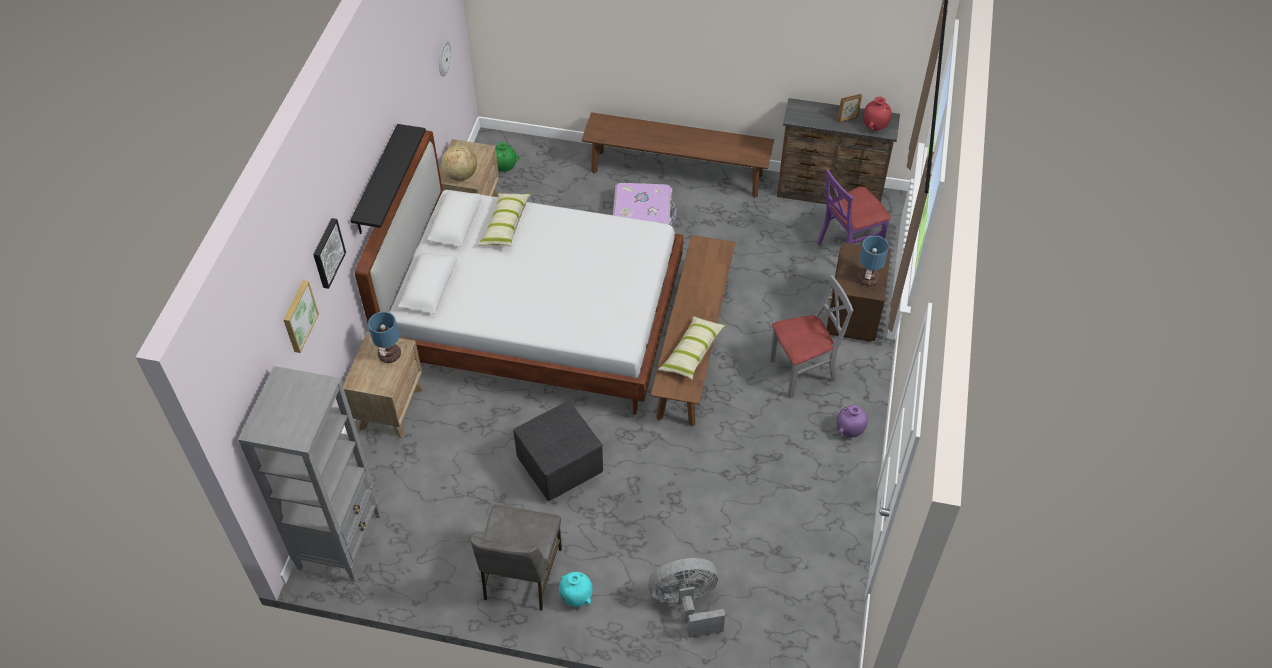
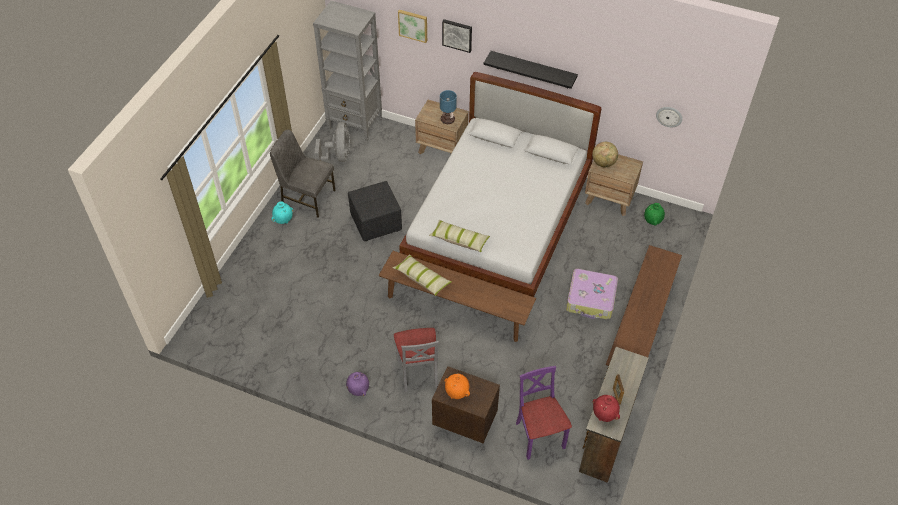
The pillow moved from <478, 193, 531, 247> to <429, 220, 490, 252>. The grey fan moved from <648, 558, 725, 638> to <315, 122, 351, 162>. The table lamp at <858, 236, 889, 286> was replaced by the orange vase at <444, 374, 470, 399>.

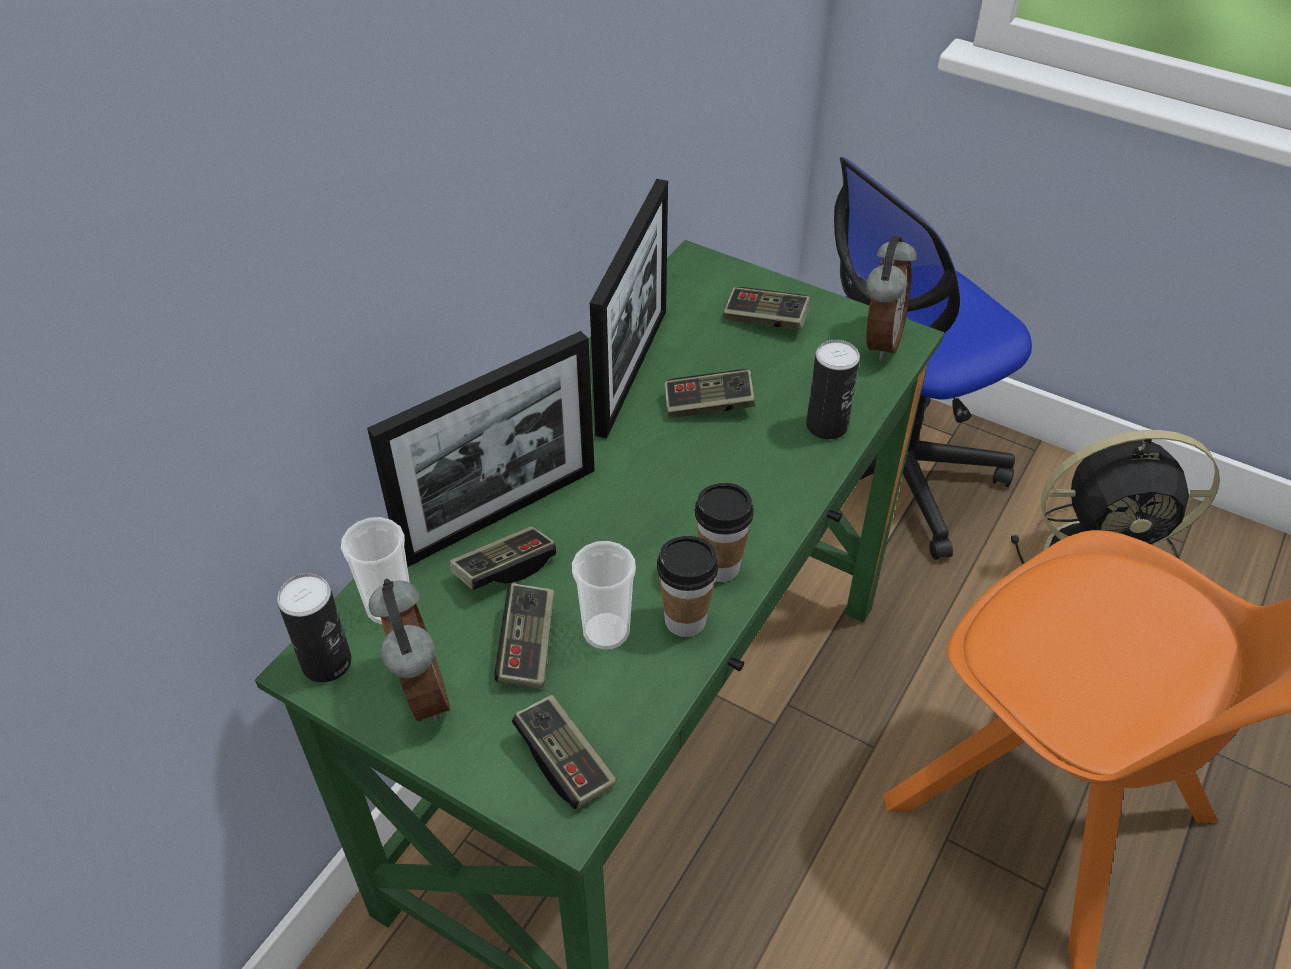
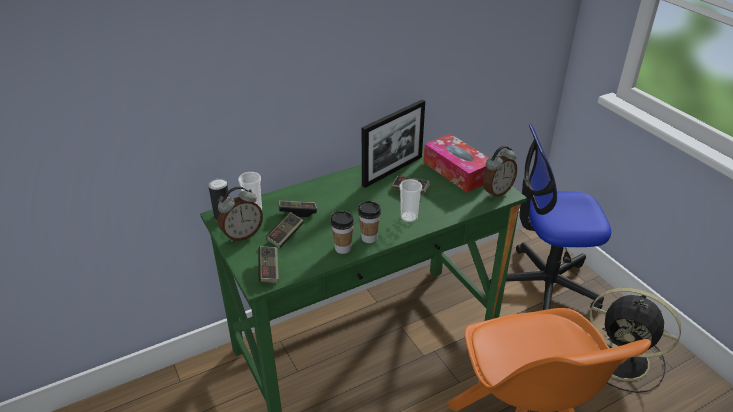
The picture frame at <367, 331, 595, 567> disappeared. The can at <806, 340, 860, 440> disappeared. The cup moved from <572, 541, 636, 650> to <399, 179, 422, 222>. The game controller at <723, 287, 811, 330> was replaced by the tissue box at <423, 134, 489, 193>. The alarm clock at <369, 579, 450, 722> turned 45 degrees clockwise.

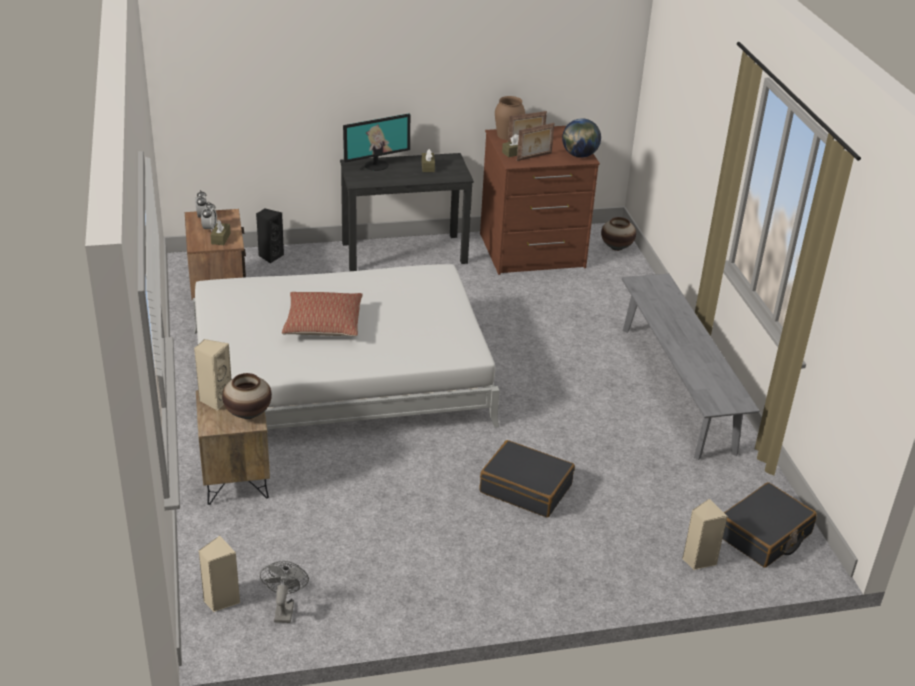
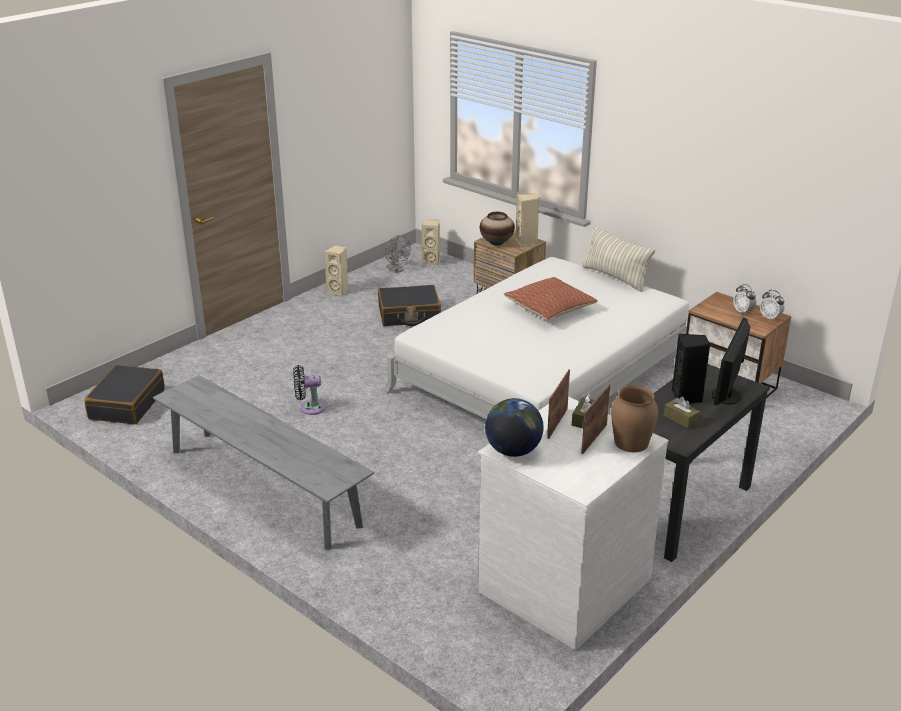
The brown tissue box at <210, 220, 231, 245> disappeared. The vase at <601, 217, 636, 251> disappeared. The black fan at <293, 365, 326, 415> appeared. The pillow at <582, 226, 655, 292> appeared. The black speaker moved from <256, 208, 284, 264> to <672, 333, 710, 404>. The black suitcase moved from <479, 440, 575, 517> to <378, 285, 441, 326>. The beige speaker moved from <682, 499, 728, 570> to <324, 245, 348, 295>. The brown dresser at <480, 126, 600, 275> became the white dresser at <478, 397, 669, 650>.

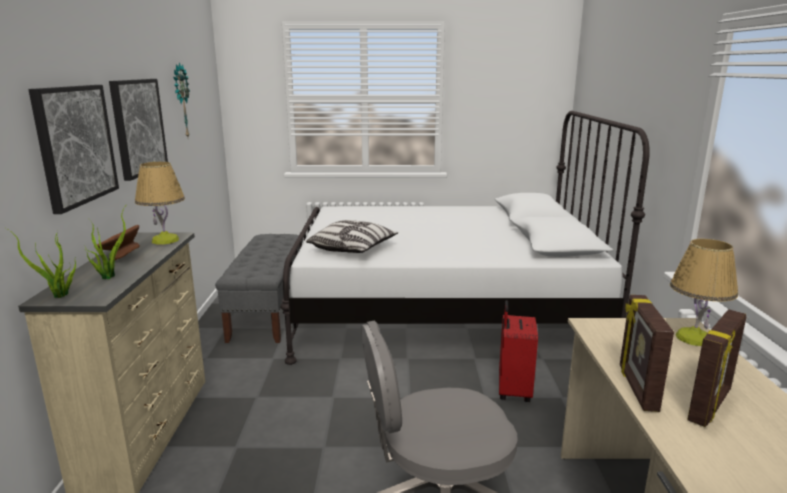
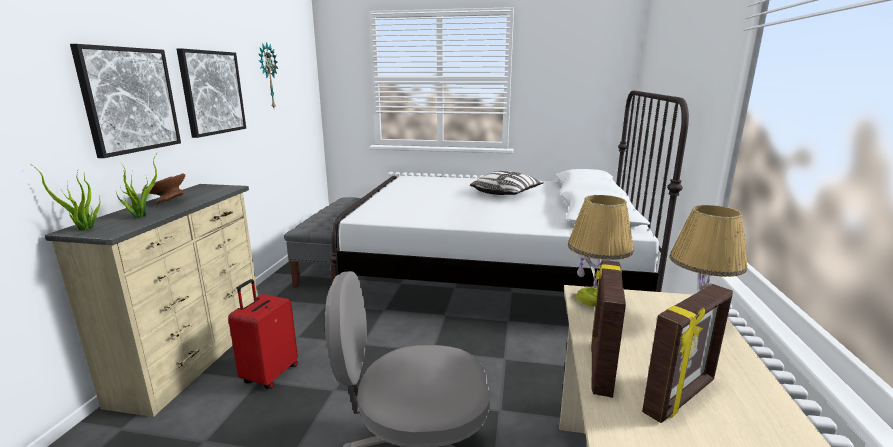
The table lamp moved from <135, 161, 185, 244> to <568, 195, 634, 307>. The pillow moved from <306, 220, 398, 253> to <470, 170, 544, 195>. The red suitcase moved from <499, 300, 538, 402> to <228, 279, 298, 389>.

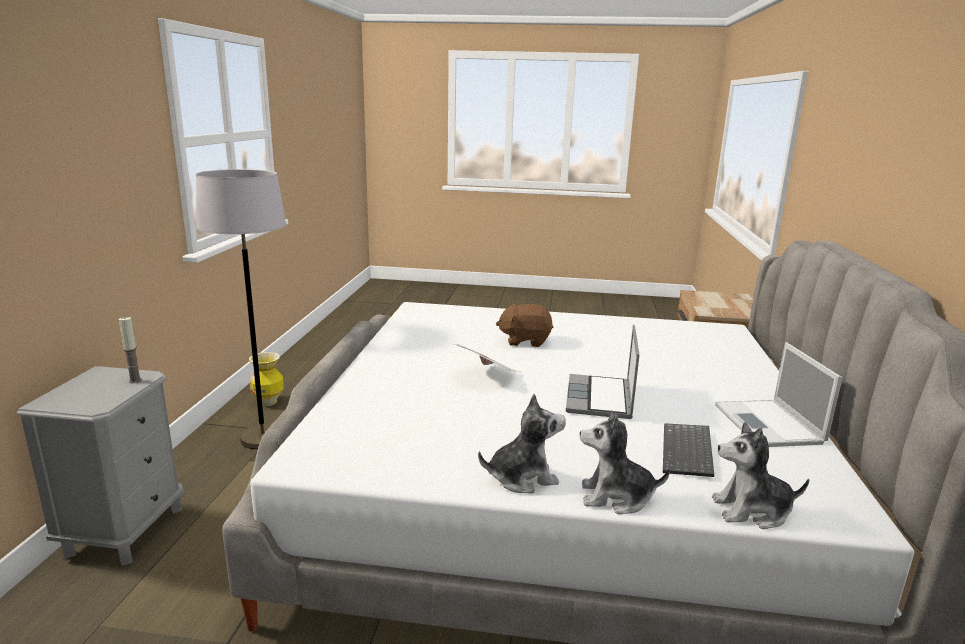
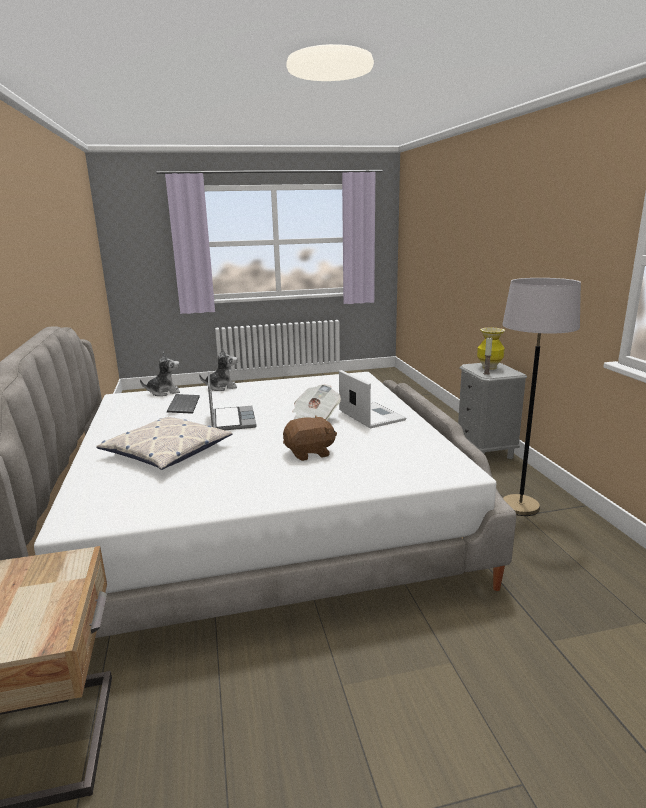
The plush toy at <478, 394, 566, 493> disappeared. The pillow at <96, 417, 233, 470> appeared. The vase moved from <249, 352, 284, 406> to <477, 327, 505, 370>. The laptop moved from <715, 342, 842, 447> to <339, 370, 406, 428>.

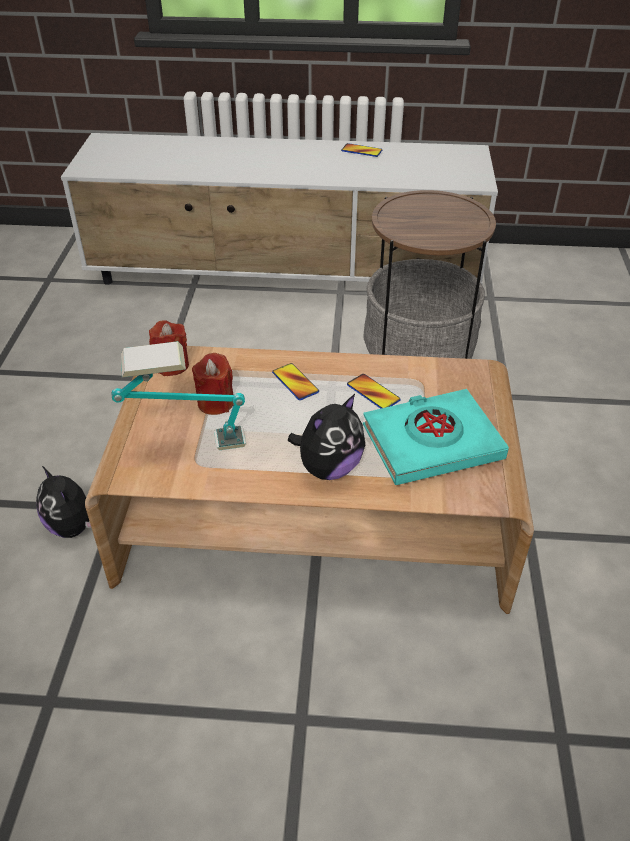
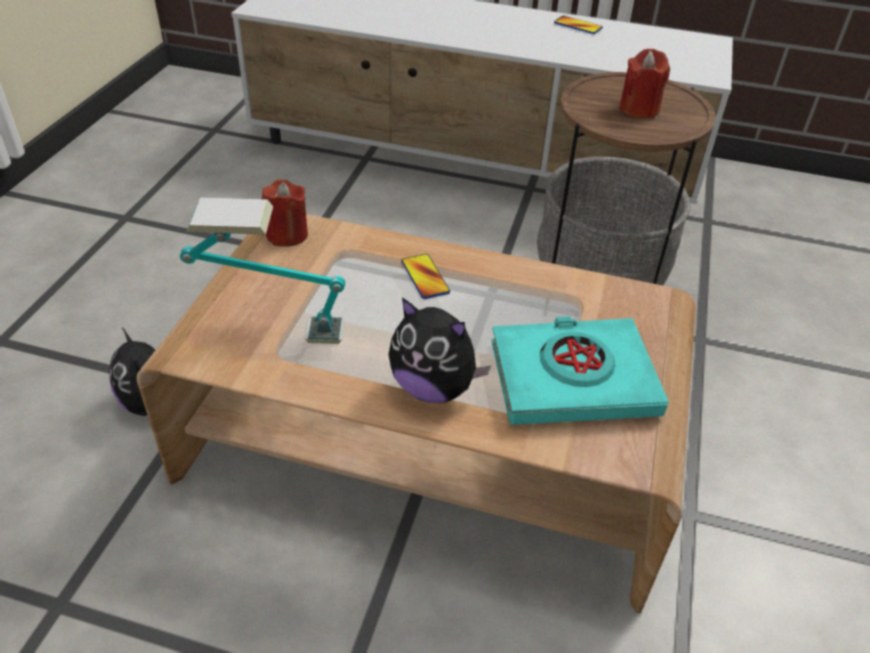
The phone at <347, 374, 401, 409> disappeared. The red candle moved from <192, 353, 234, 415> to <619, 49, 670, 118>. The plush toy at <288, 394, 365, 480> turned 60 degrees clockwise.

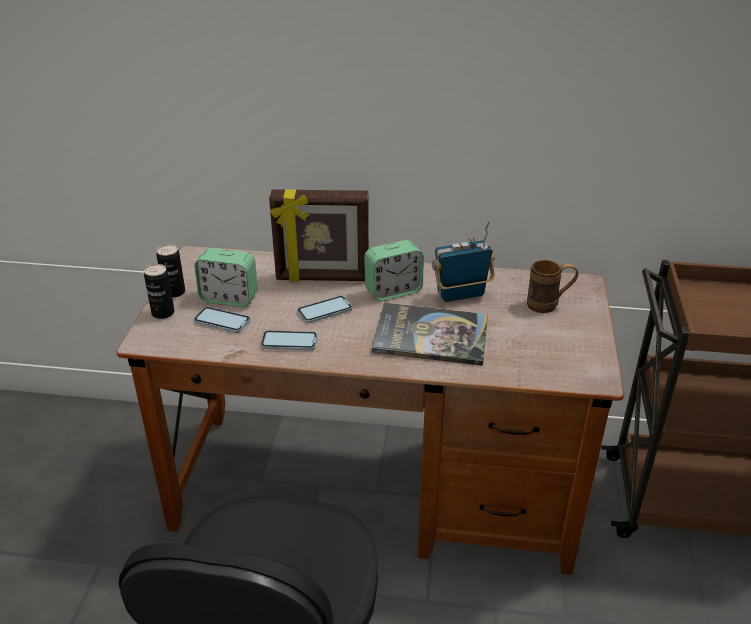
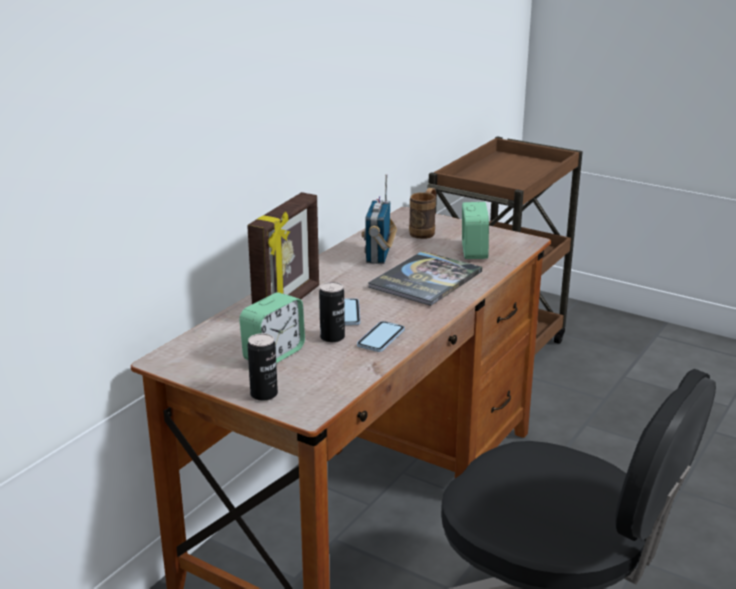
The phone at <194, 307, 250, 333> disappeared. The can moved from <156, 244, 185, 298> to <319, 282, 345, 343>. The alarm clock moved from <364, 240, 424, 301> to <462, 202, 489, 259>.

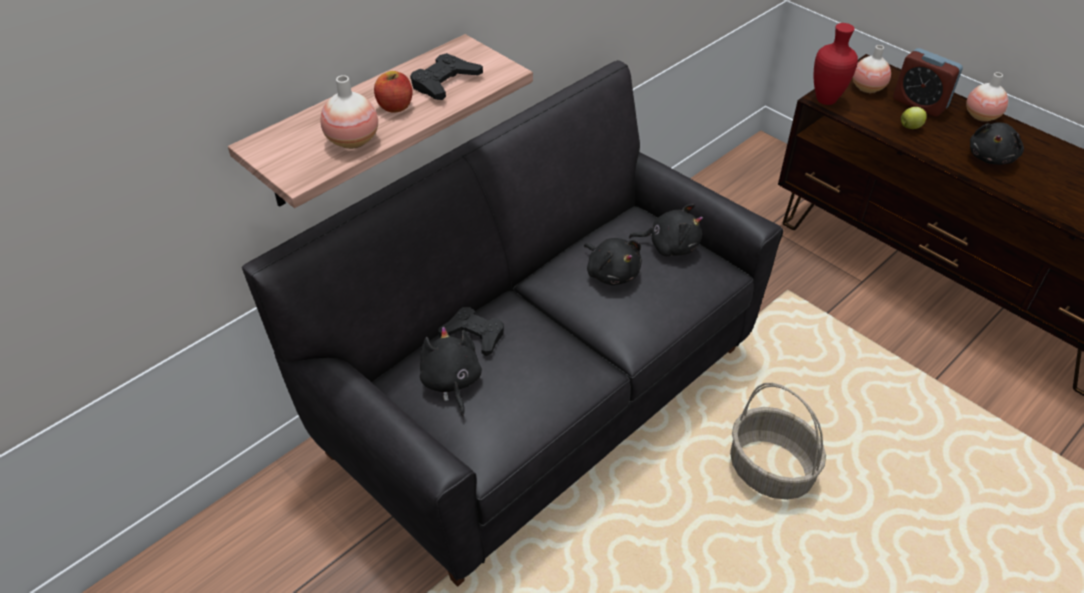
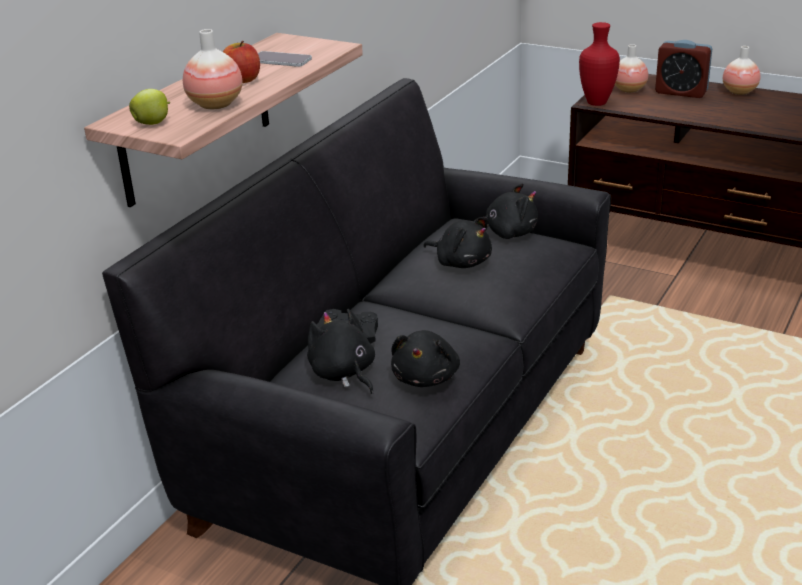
The basket at <730, 383, 826, 500> disappeared. The apple moved from <901, 107, 927, 129> to <129, 89, 170, 125>. The black plush toy moved from <970, 123, 1024, 165> to <391, 330, 460, 387>. The black game controller at <410, 53, 483, 100> was replaced by the phone at <258, 51, 312, 67>.

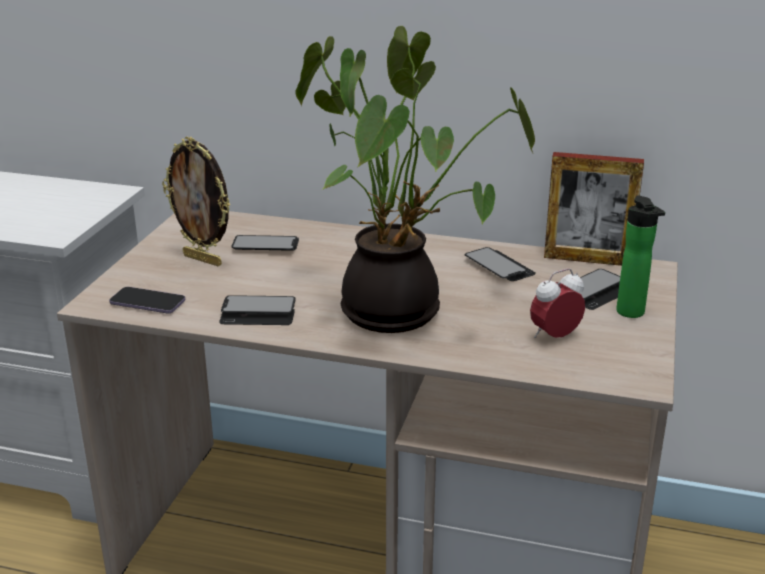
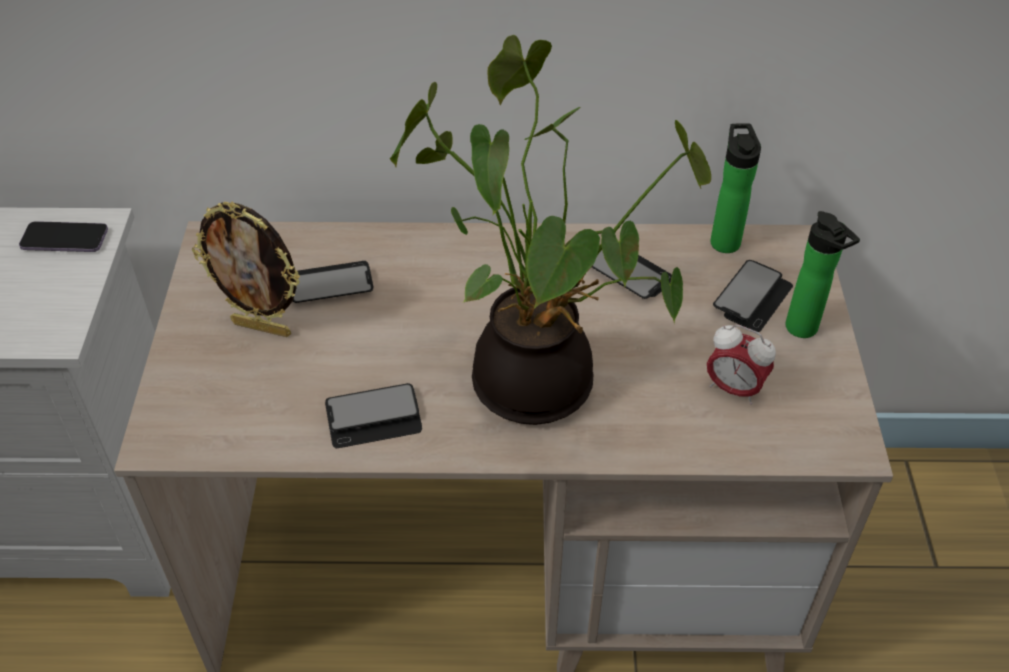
The phone moved from <109, 287, 185, 314> to <19, 221, 108, 252>. The picture frame at <544, 152, 644, 266> was replaced by the bottle at <710, 123, 761, 253>. The alarm clock at <530, 268, 585, 338> turned 105 degrees counterclockwise.

